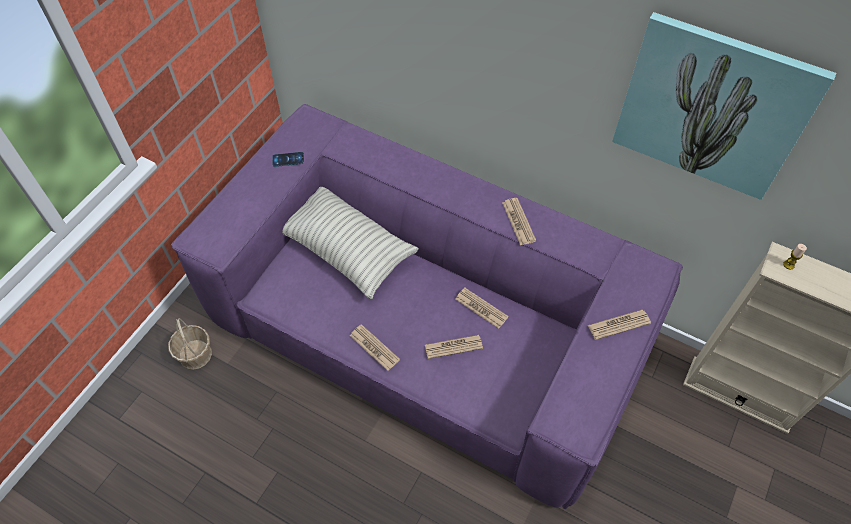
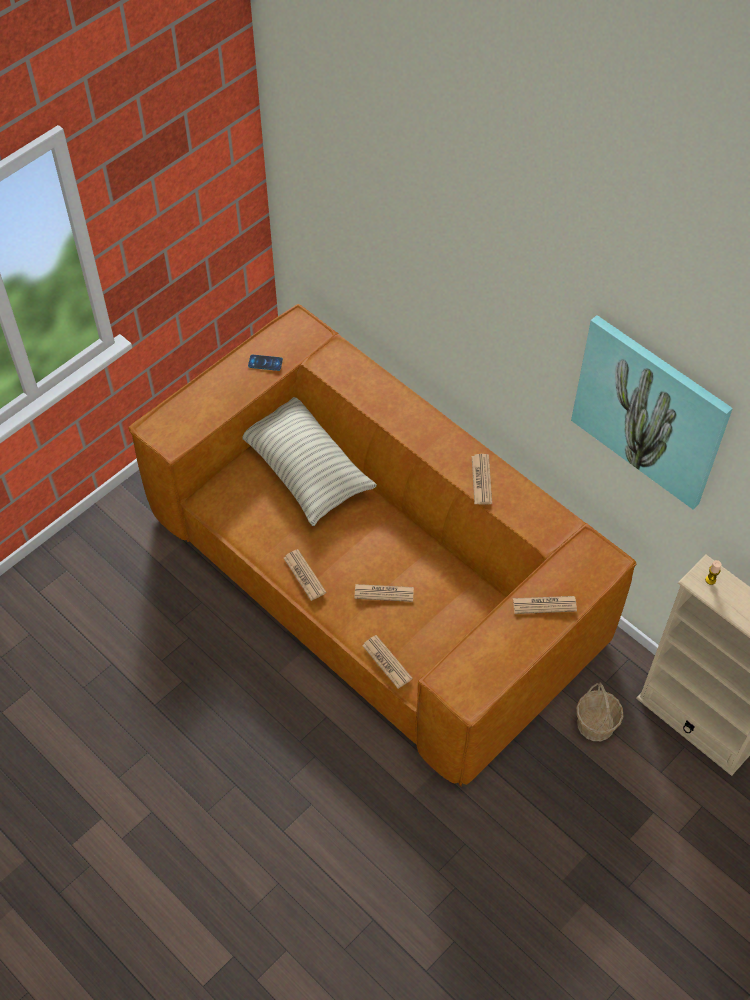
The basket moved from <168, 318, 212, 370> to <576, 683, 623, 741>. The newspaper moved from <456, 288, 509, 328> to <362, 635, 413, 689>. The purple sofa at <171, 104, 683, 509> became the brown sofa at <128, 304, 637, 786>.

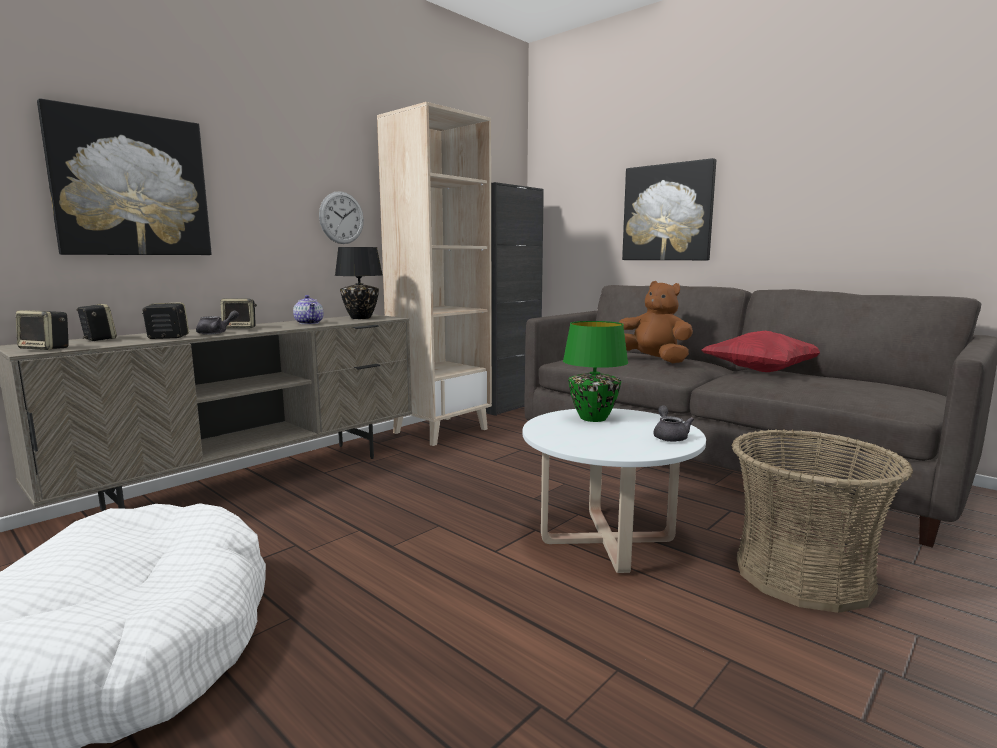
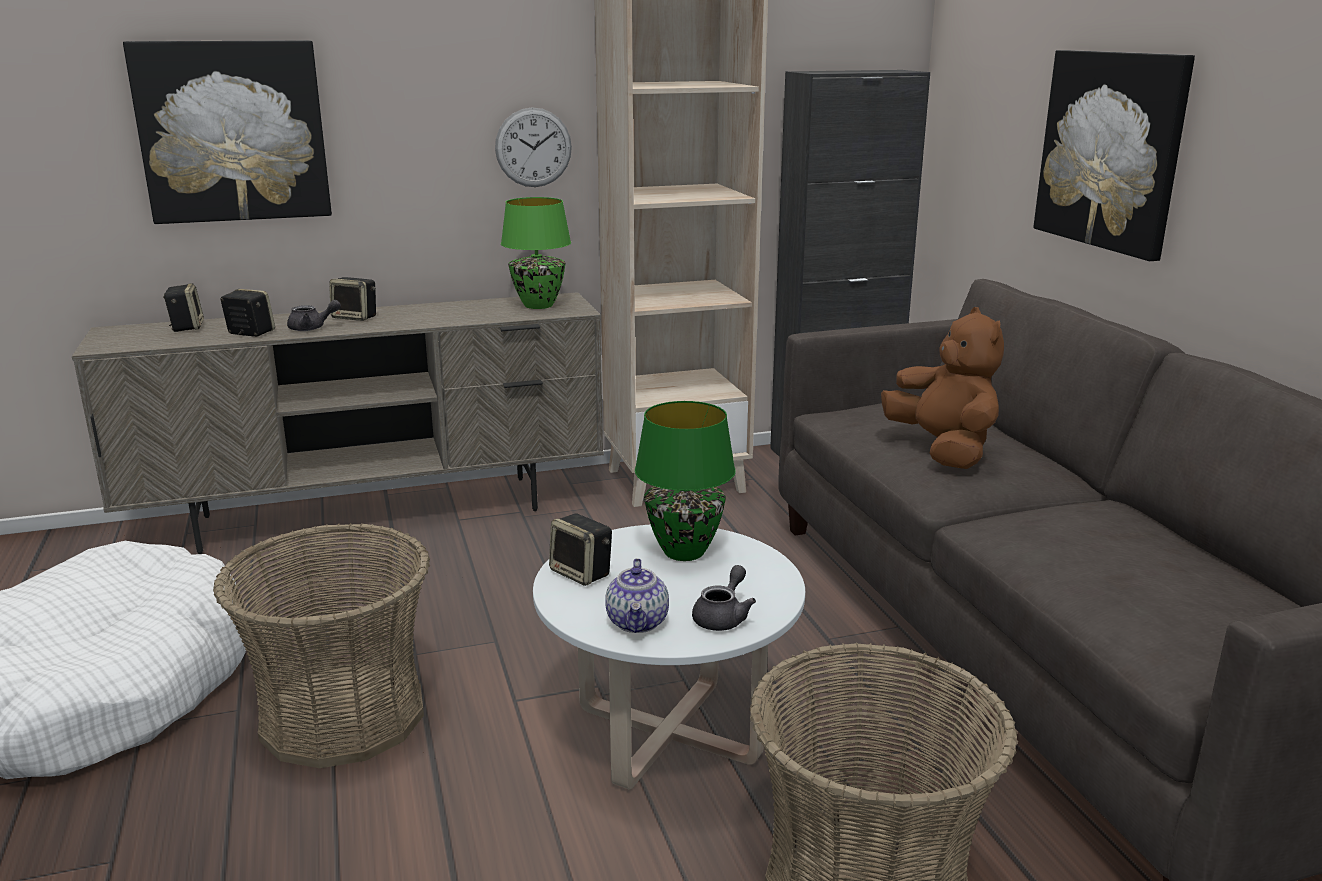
The red pillow at <702, 331, 820, 372> disappeared. The basket at <213, 523, 430, 768> appeared. The speaker moved from <16, 310, 69, 350> to <549, 514, 612, 586>. The teapot moved from <293, 295, 323, 324> to <605, 558, 669, 633>. The black table lamp at <335, 247, 383, 319> became the green table lamp at <501, 197, 571, 309>.

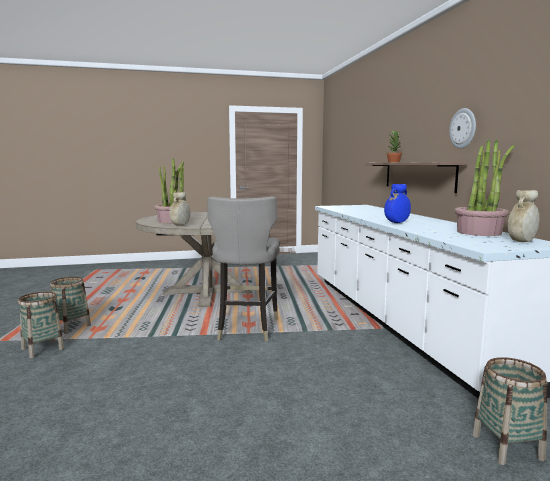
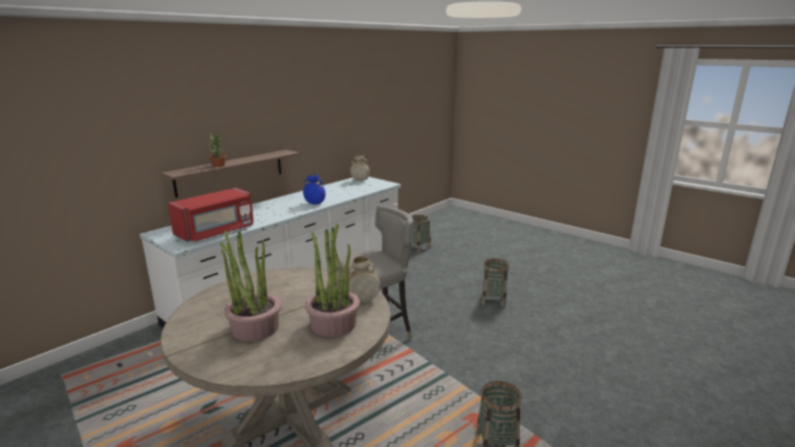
The wall clock at <449, 108, 476, 149> disappeared. The red microwave at <168, 188, 254, 242> appeared. The basket moved from <18, 292, 64, 358> to <482, 259, 510, 307>. The potted plant moved from <454, 139, 514, 236> to <220, 231, 282, 341>.

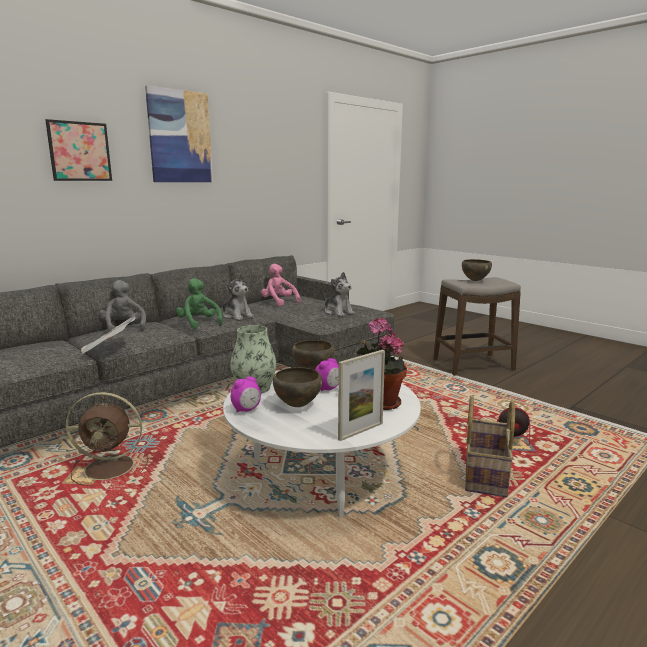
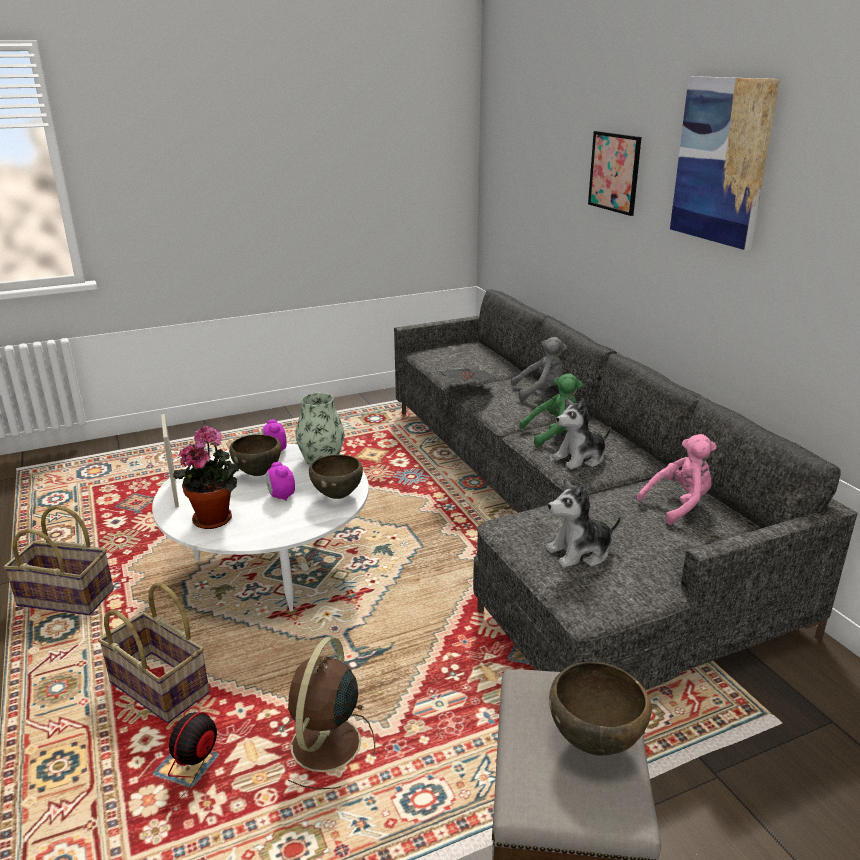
The basket at <4, 505, 114, 615> appeared. The brown fan moved from <66, 392, 148, 486> to <281, 637, 375, 789>.

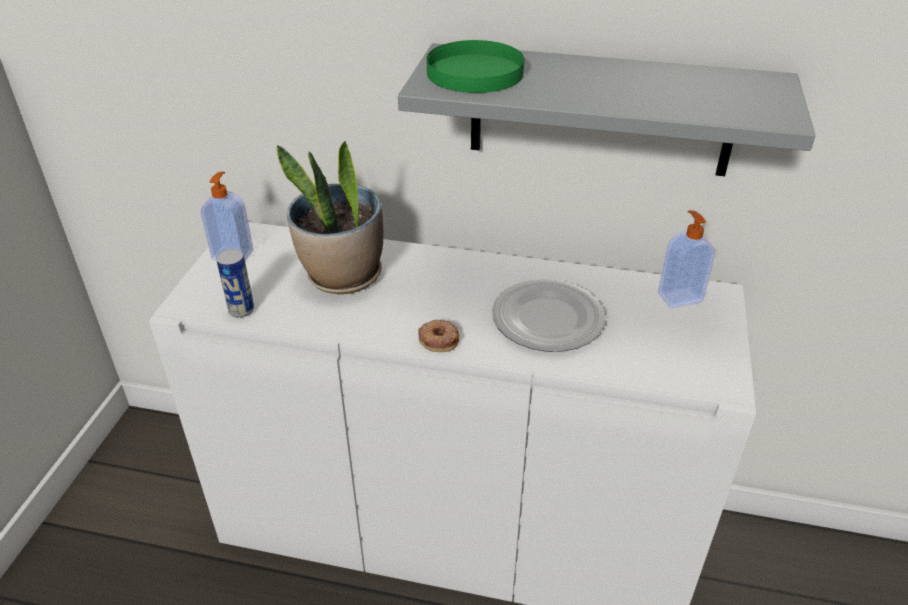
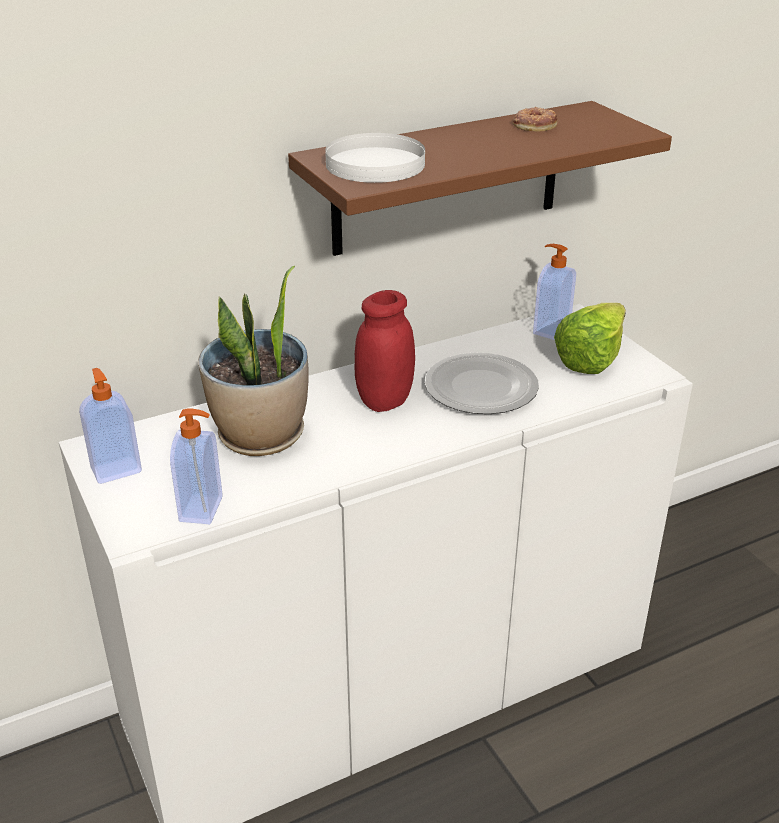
The red jar at <355, 290, 415, 412> appeared. The lettuce at <554, 303, 626, 374> appeared. The donut moved from <418, 320, 460, 352> to <513, 106, 557, 131>. The can at <216, 248, 254, 318> was replaced by the soap dispenser at <170, 408, 222, 524>. The grey shelf at <398, 43, 816, 176> became the brown shelf at <288, 101, 672, 256>. The green plate at <427, 40, 524, 93> became the white plate at <325, 133, 425, 183>.

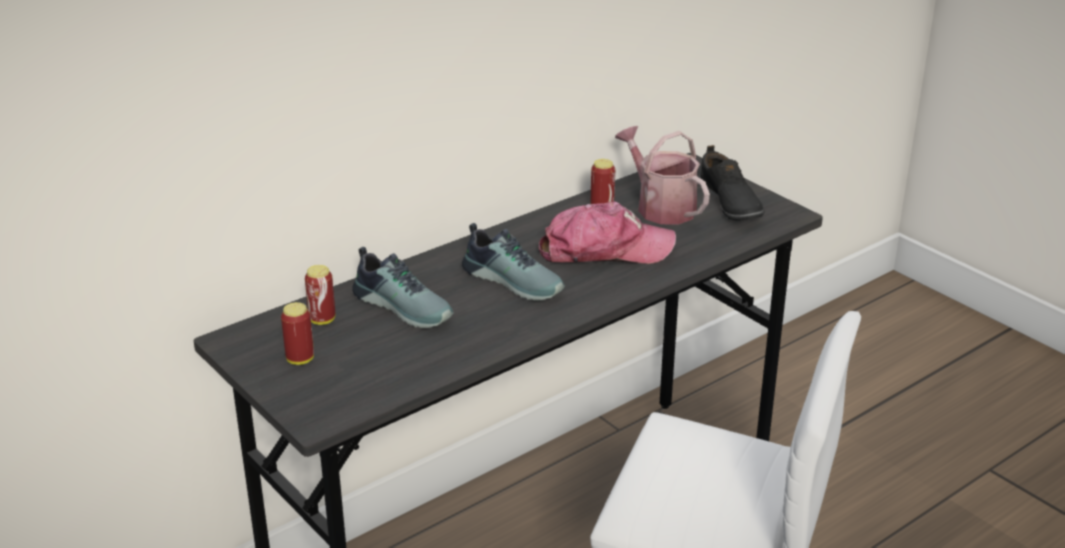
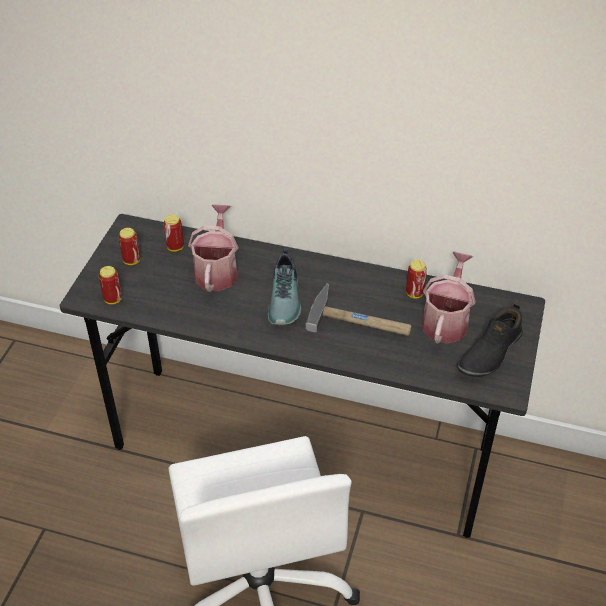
The can at <99, 266, 122, 304> appeared. The shoe at <352, 247, 454, 328> was replaced by the watering can at <188, 204, 238, 292>. The cap at <538, 202, 676, 264> was replaced by the hammer at <305, 284, 412, 336>.

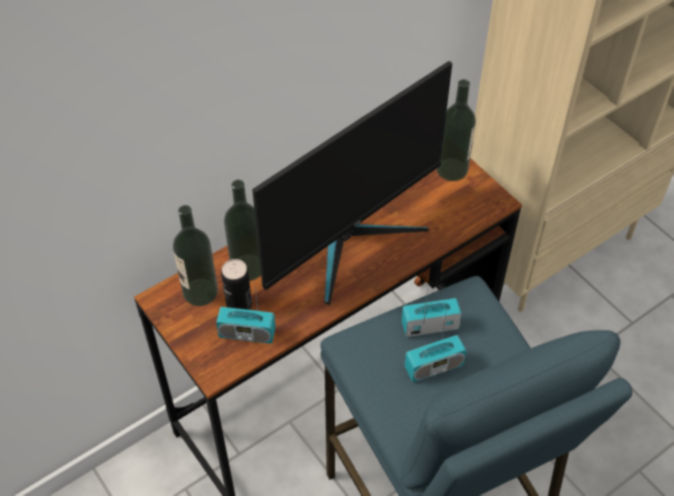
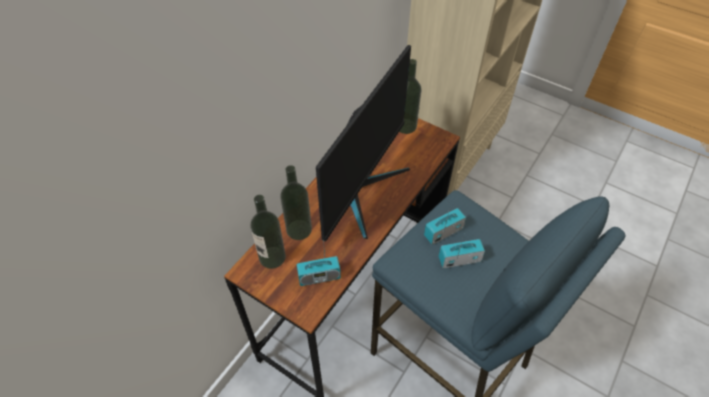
The can at <221, 259, 252, 310> disappeared. The radio at <405, 309, 466, 382> turned 150 degrees counterclockwise.

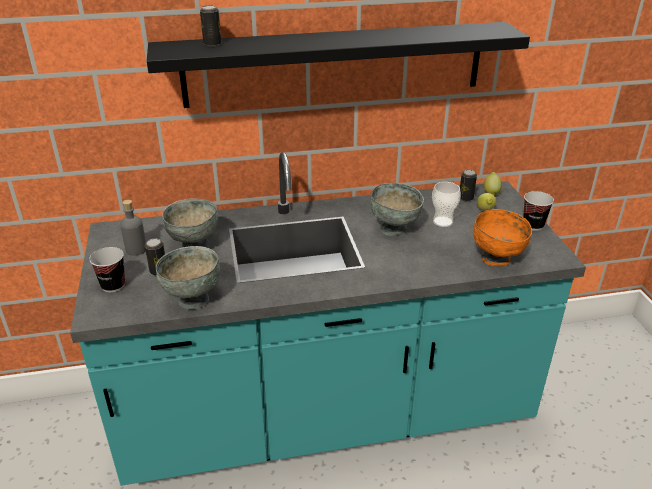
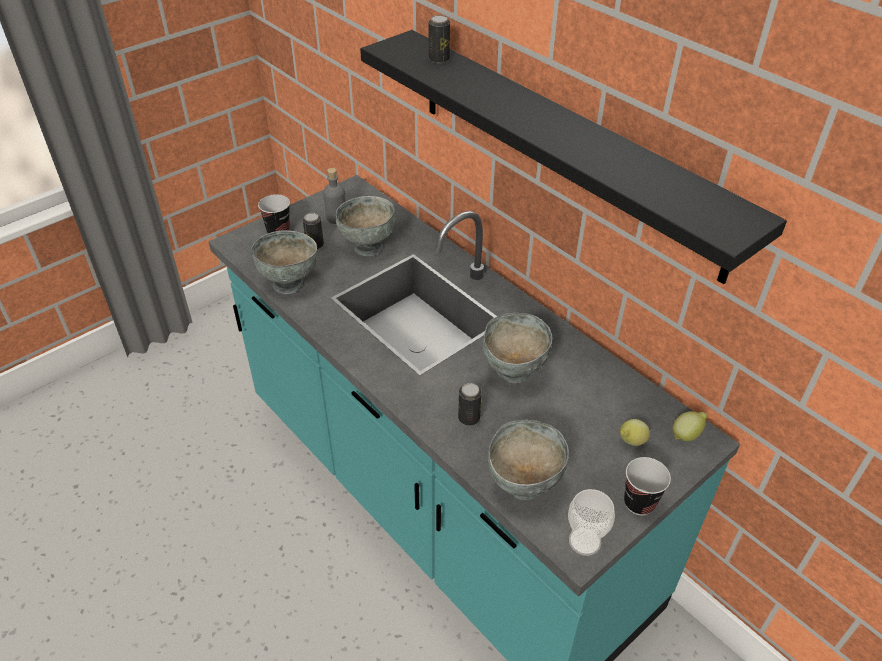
The cup moved from <432, 182, 461, 227> to <568, 489, 615, 556>. The can moved from <460, 170, 477, 201> to <458, 383, 482, 426>. The orange bowl at <473, 209, 532, 266> became the grey bowl at <488, 420, 569, 500>.

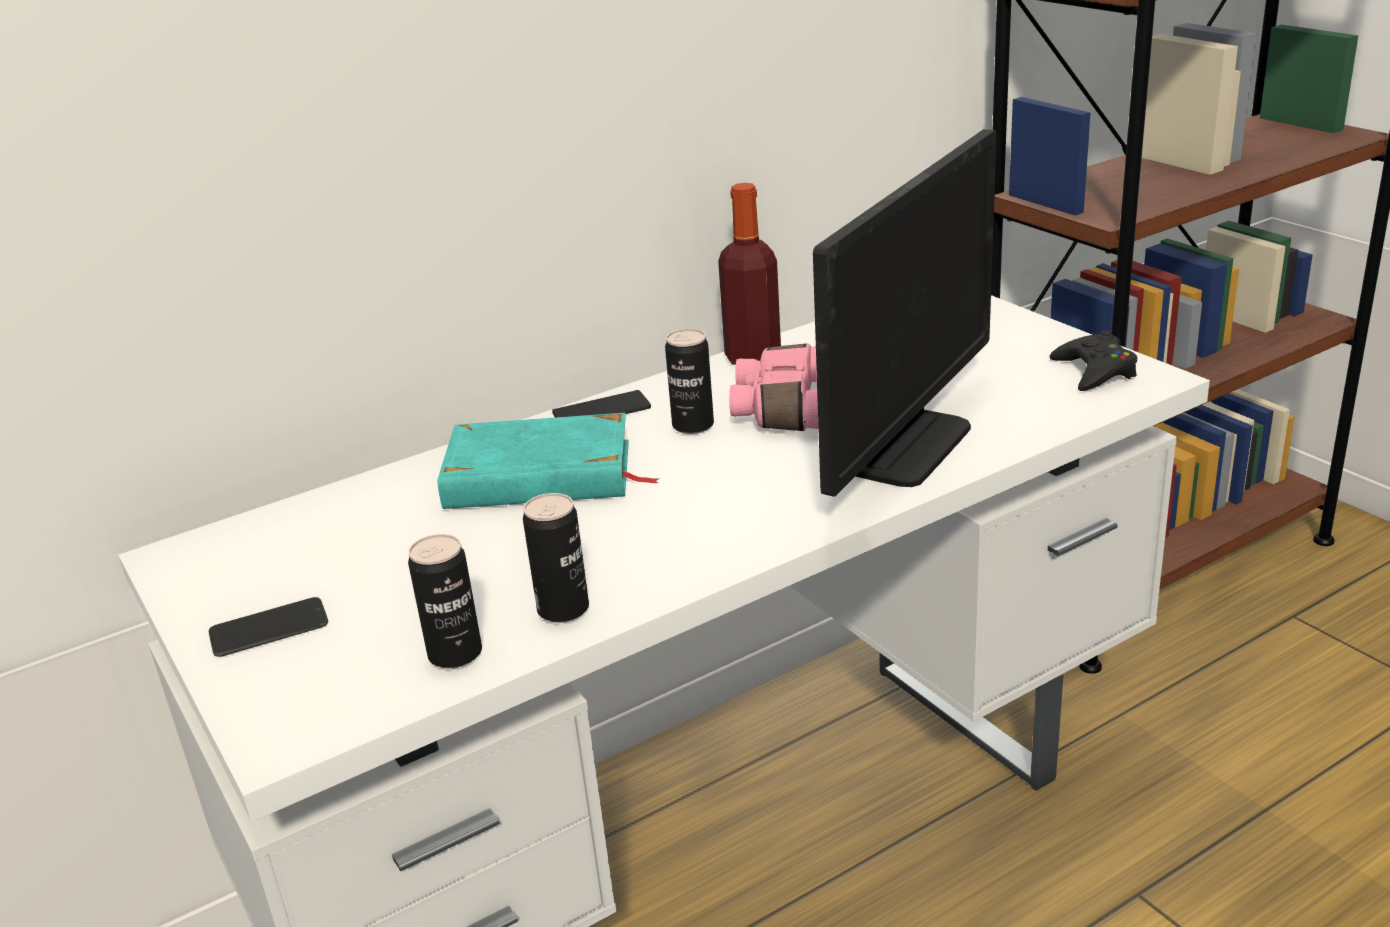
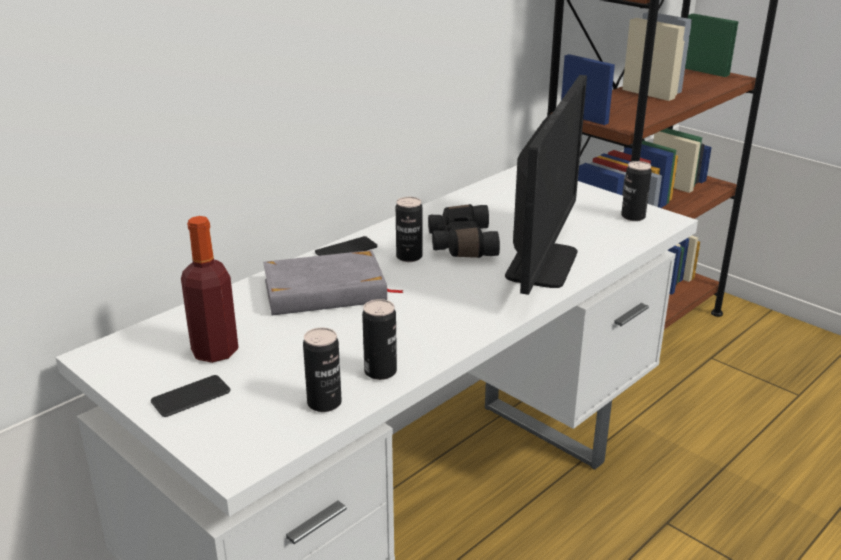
The bottle moved from <718, 183, 781, 365> to <181, 216, 239, 363>. The black game controller at <1050, 331, 1137, 391> was replaced by the can at <621, 161, 652, 221>. The turquoise book at <437, 413, 660, 509> became the grey book at <263, 250, 404, 315>. The pink binoculars at <729, 343, 818, 431> became the black binoculars at <428, 204, 500, 258>.

